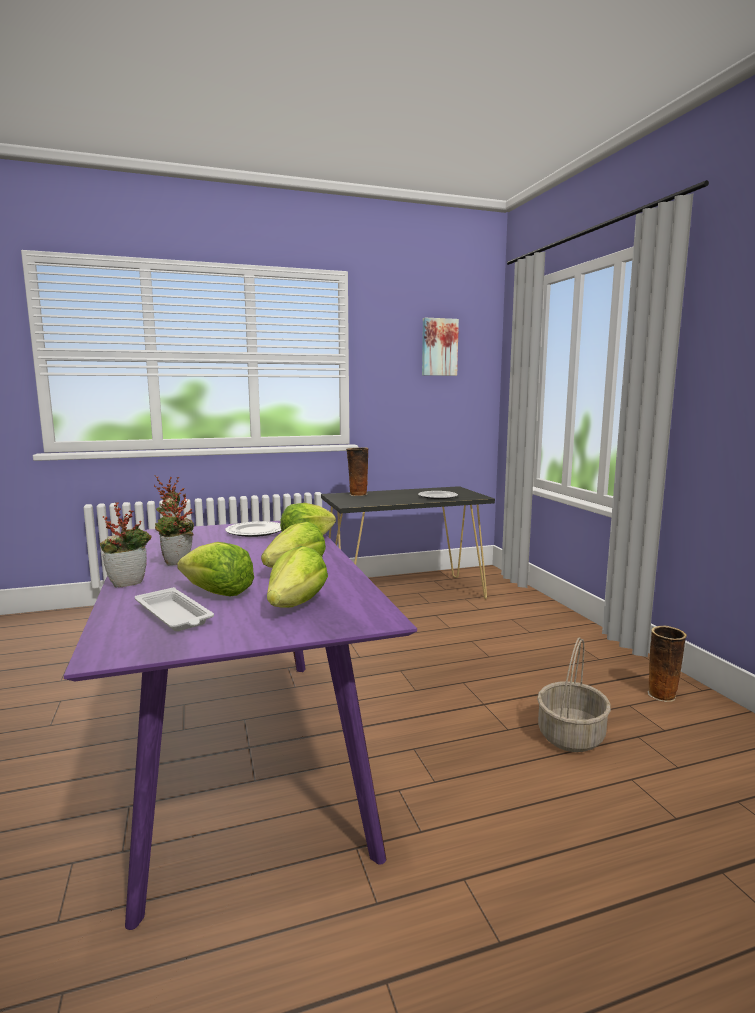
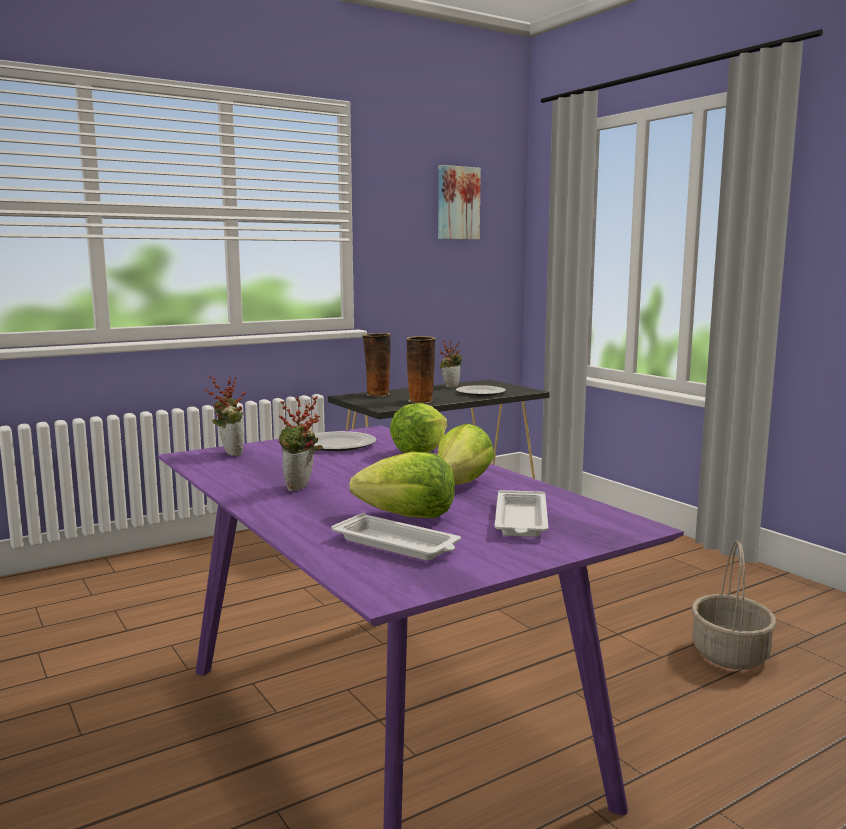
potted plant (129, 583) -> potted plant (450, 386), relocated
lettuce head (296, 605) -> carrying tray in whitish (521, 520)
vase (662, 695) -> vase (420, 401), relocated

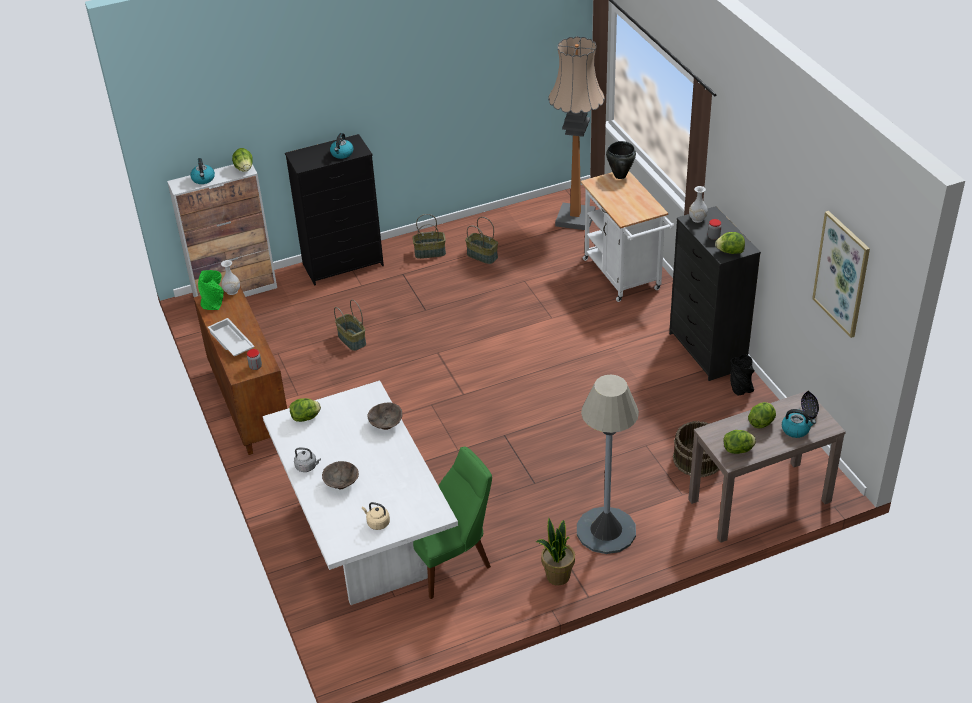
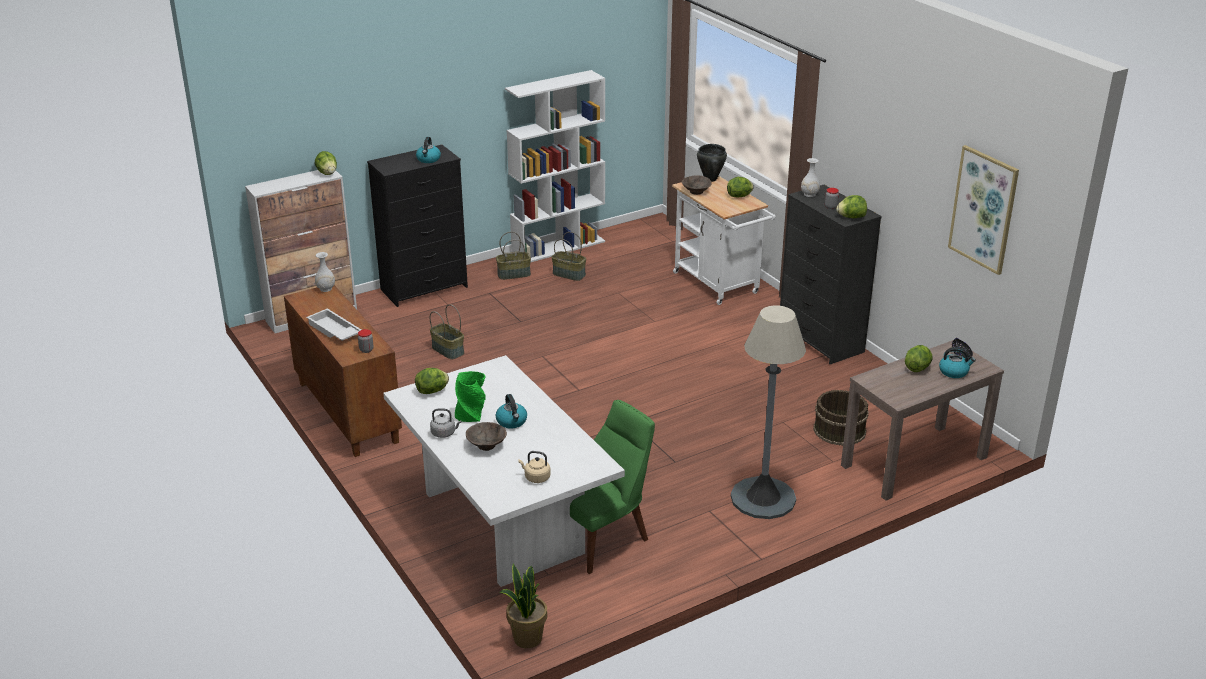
floor lamp (575, 218) -> none
kettle (203, 179) -> kettle (512, 421), relocated
vase in greenish (214, 304) -> vase in greenish (471, 415), relocated
vase in black-coloured (740, 388) -> none
deep dish in brownish (385, 424) -> deep dish in brownish (696, 191), relocated
lettuce head (738, 450) -> lettuce head (739, 196), relocated
potted plant (557, 576) -> potted plant (527, 638), relocated
none -> bookshelf in whitish (558, 247)

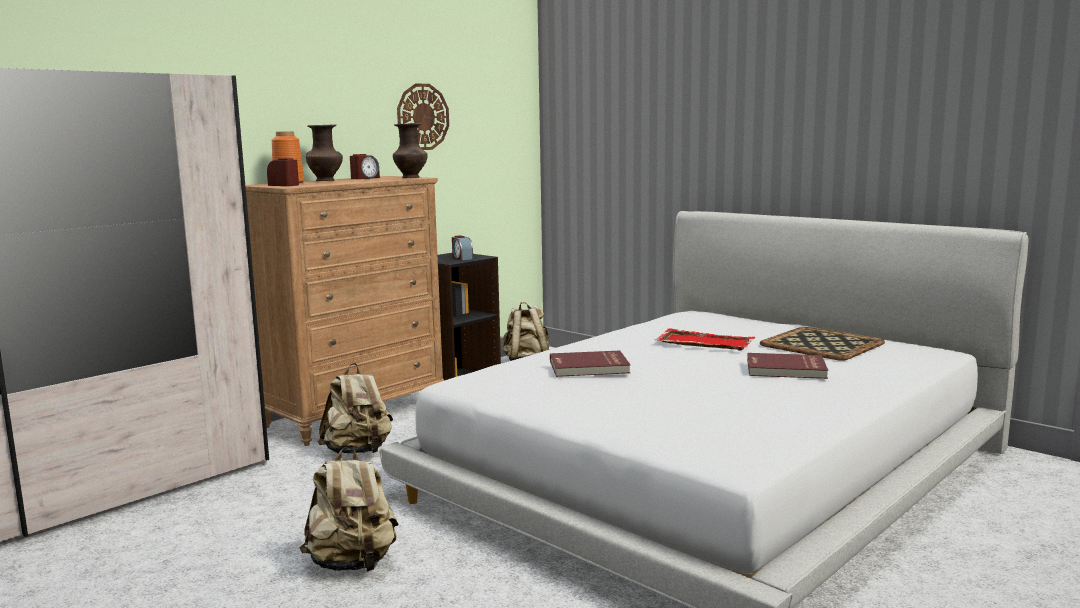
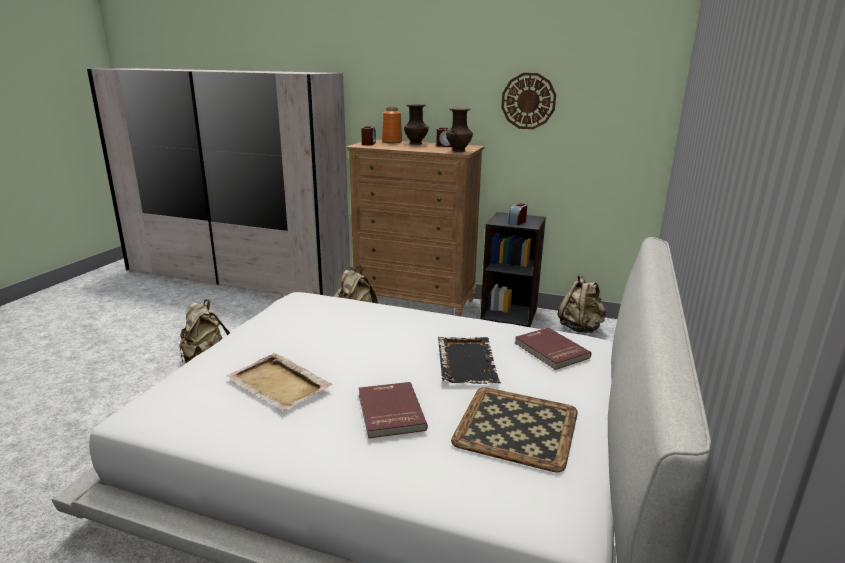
carrying tray in red-coloured (704, 342) -> carrying tray in black-coloured (466, 362)
volume in red-coloured (589, 367) -> volume in red-coloured (550, 350), relocated
none -> carrying tray in beige-coloured (279, 384)

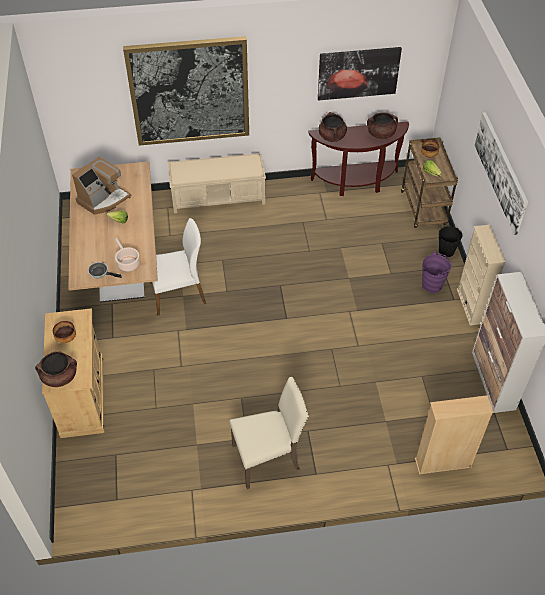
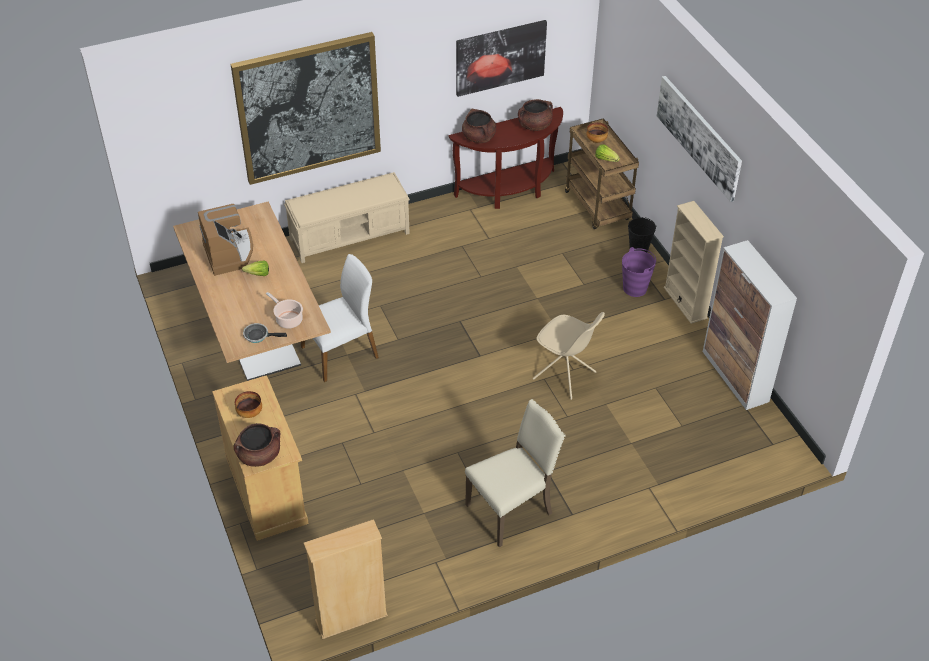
coffee machine (104, 199) -> coffee machine (229, 253), 45 degrees counterclockwise
bookshelf in beige-coloured (443, 463) -> bookshelf in beige-coloured (351, 618), relocated
none -> upright chair in beige-coloured (565, 376)

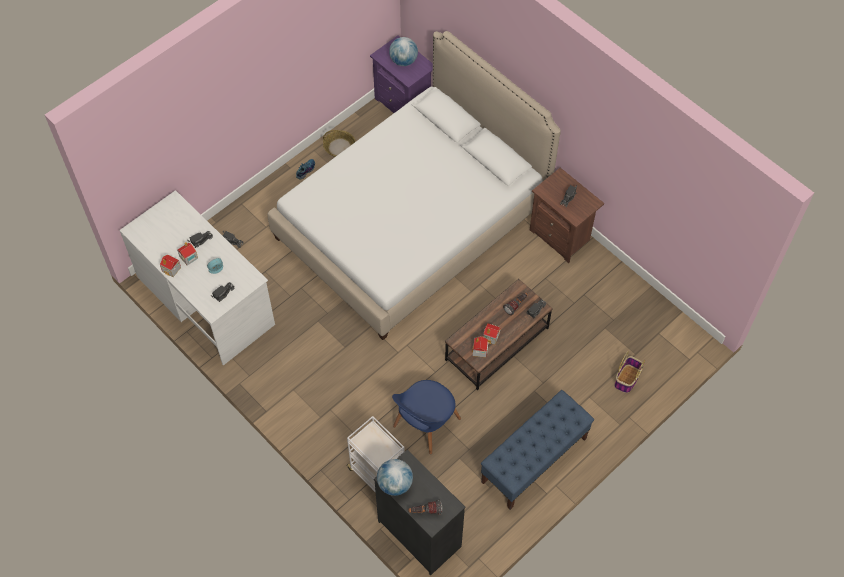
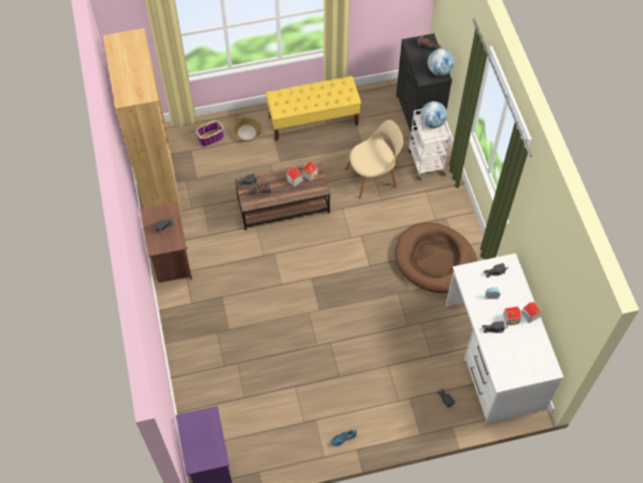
sleeping bed (411, 221) -> none
globe (403, 61) -> globe (432, 123), relocated
storage basket (339, 147) -> storage basket (247, 132), relocated
upright chair in bluish (425, 425) -> upright chair in beige-coloured (373, 177)
indoor bench in bluish (534, 460) -> indoor bench in yellow-coloured (313, 120)
none -> bookshelf in brownish (158, 180)
none -> pet bed in brownish (435, 260)

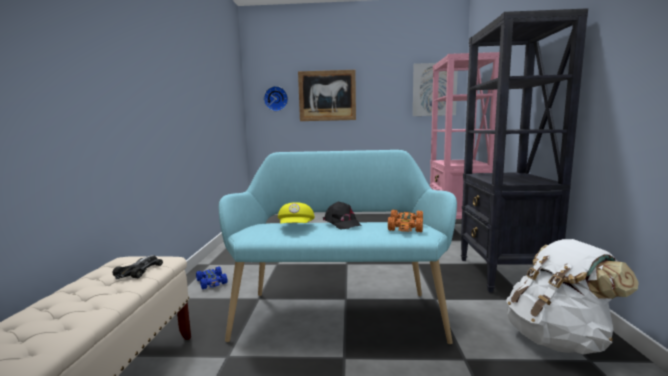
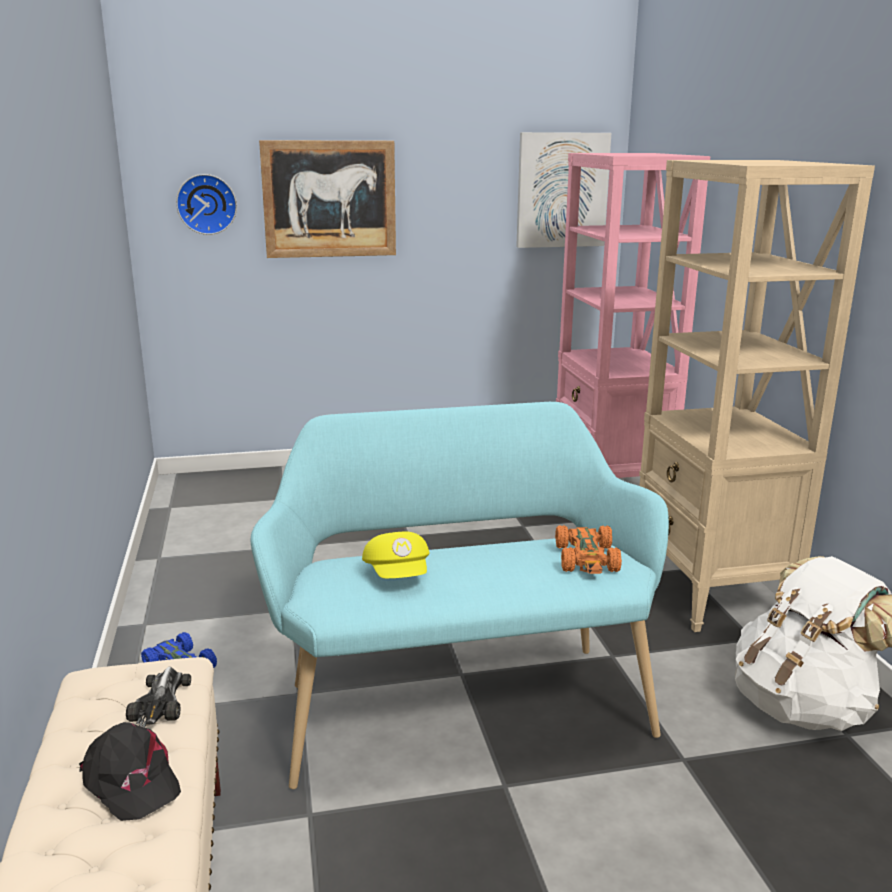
bookshelf in black-coloured (504, 274) -> bookshelf in beige-coloured (711, 592)
peaked cap in black-coloured (342, 223) -> peaked cap in black-coloured (130, 781), relocated

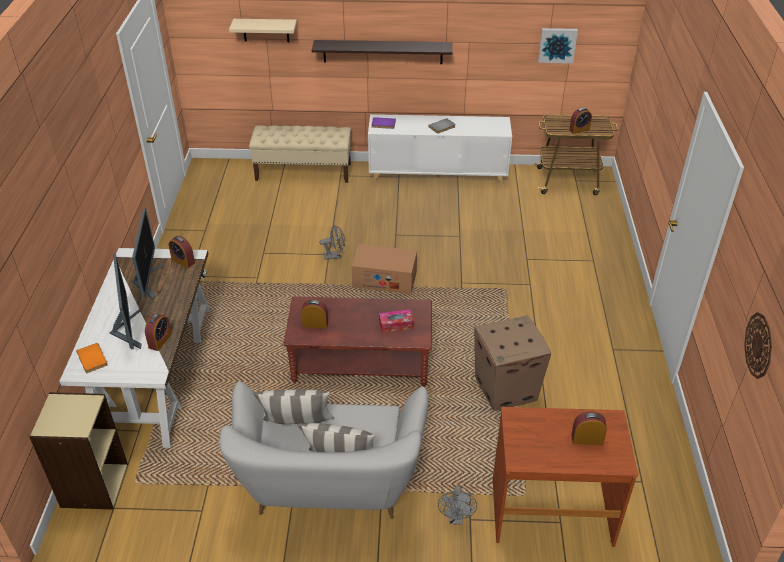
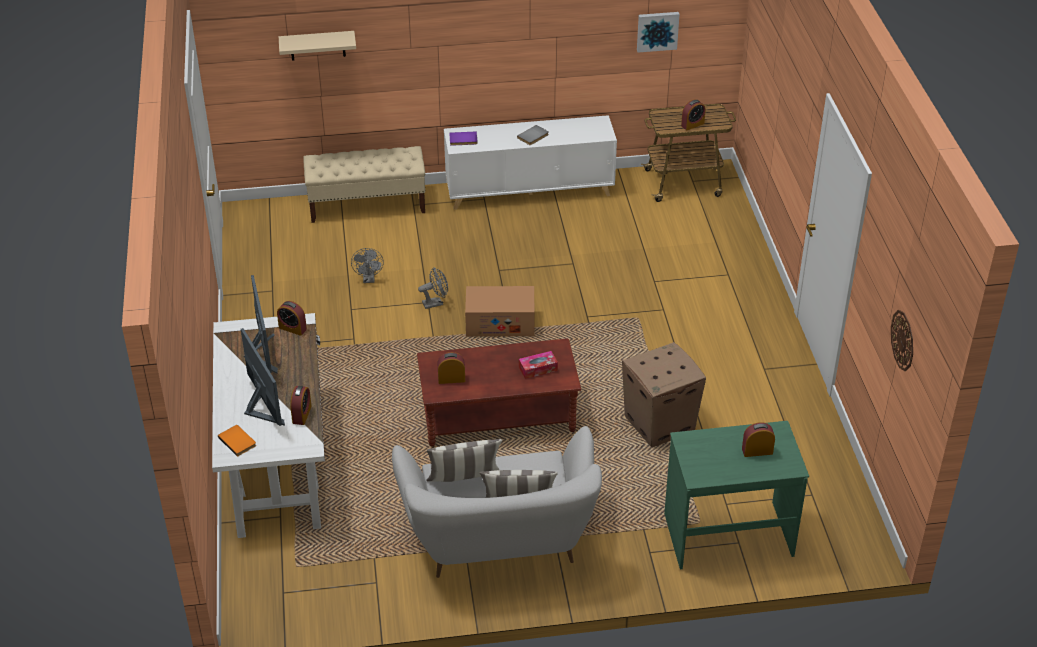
bracket shelf (382, 52) -> none
bookshelf in beige-coloured (93, 485) -> none
desk in brownish (551, 511) -> desk in greenish (728, 533)
electric fan in gray (456, 518) -> electric fan in gray (369, 279), relocated

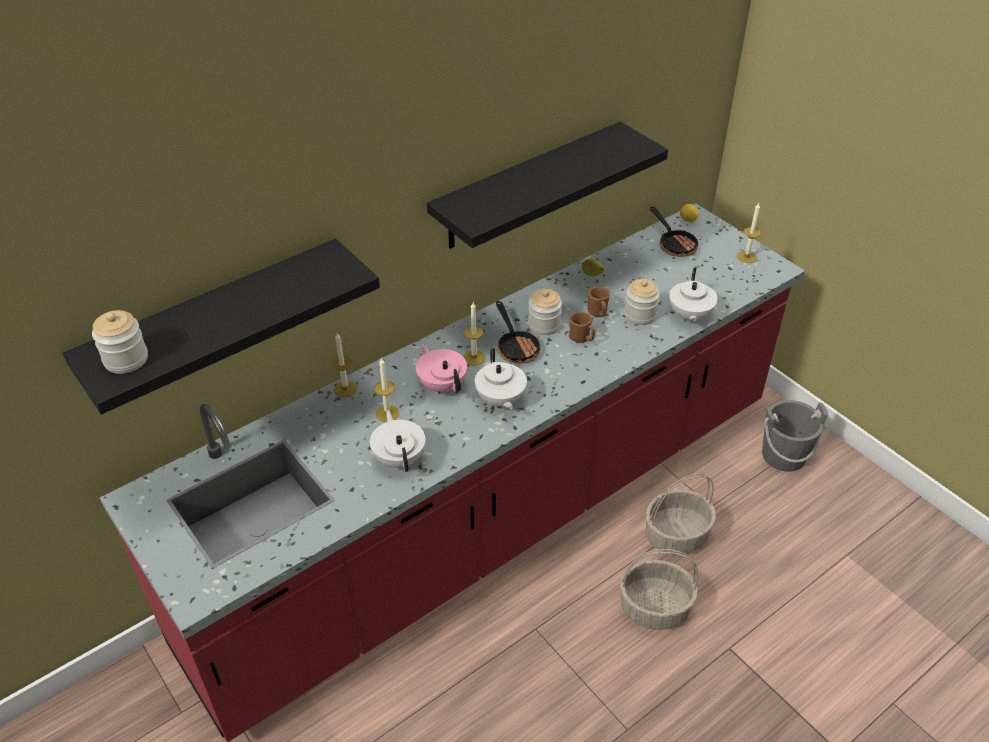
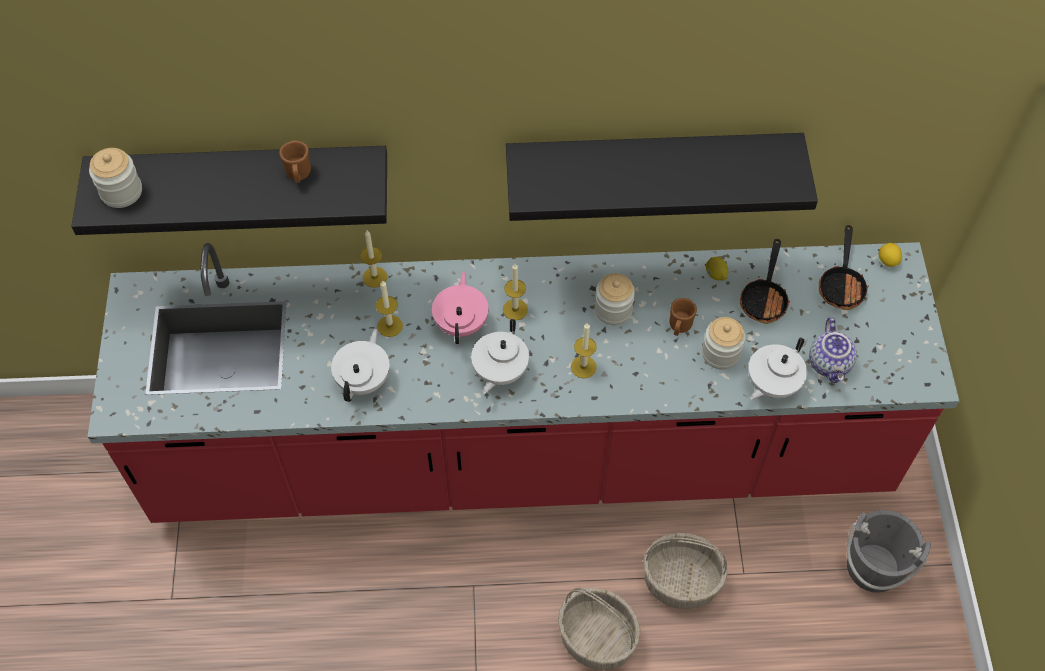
candle (746, 257) -> candle (583, 367), relocated
frying pan (516, 347) -> frying pan (764, 298), relocated
tea mug in brownish (581, 339) -> tea mug in brownish (298, 175), relocated
none -> tea pot (830, 364)

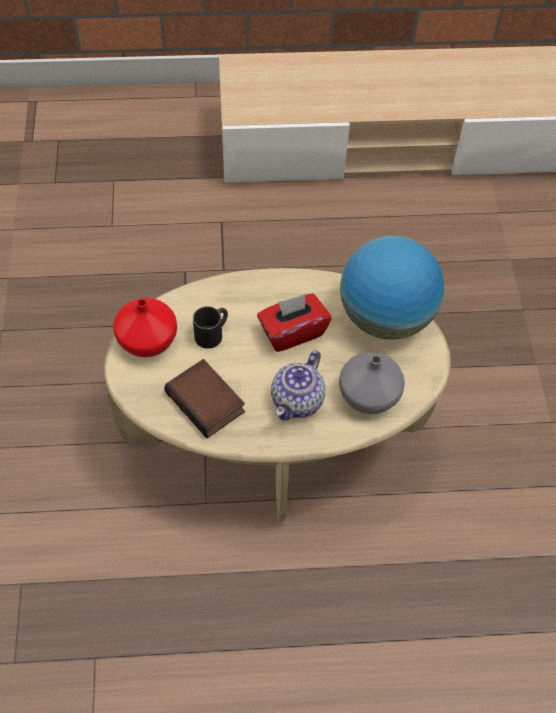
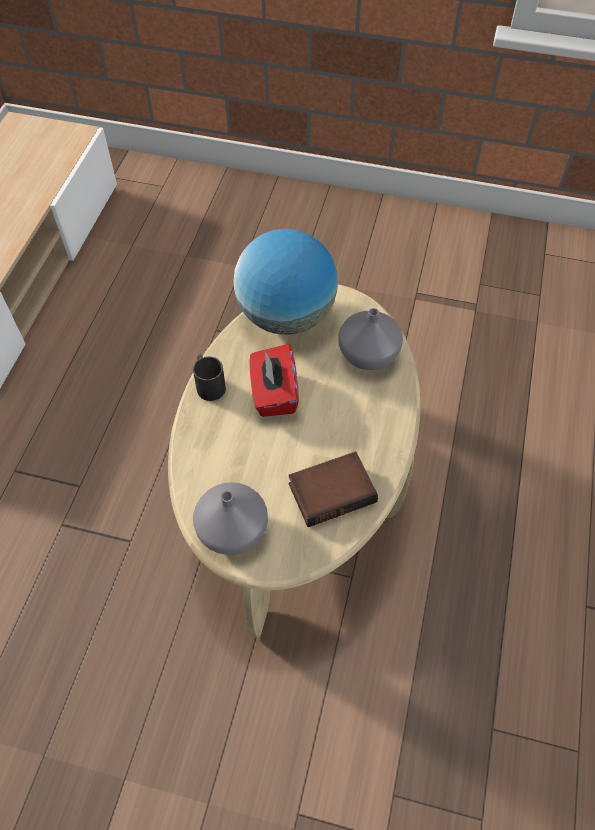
vase in red-coloured (149, 341) -> vase in gray (233, 529)
tea mug in black-coloured (212, 333) -> tea mug in black-coloured (208, 384), relocated
tea pot (298, 400) -> none

